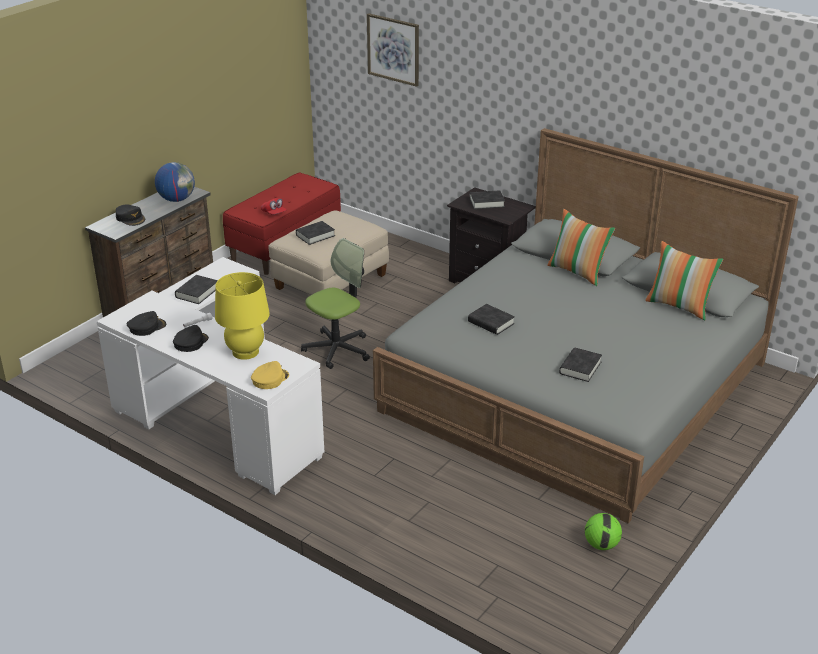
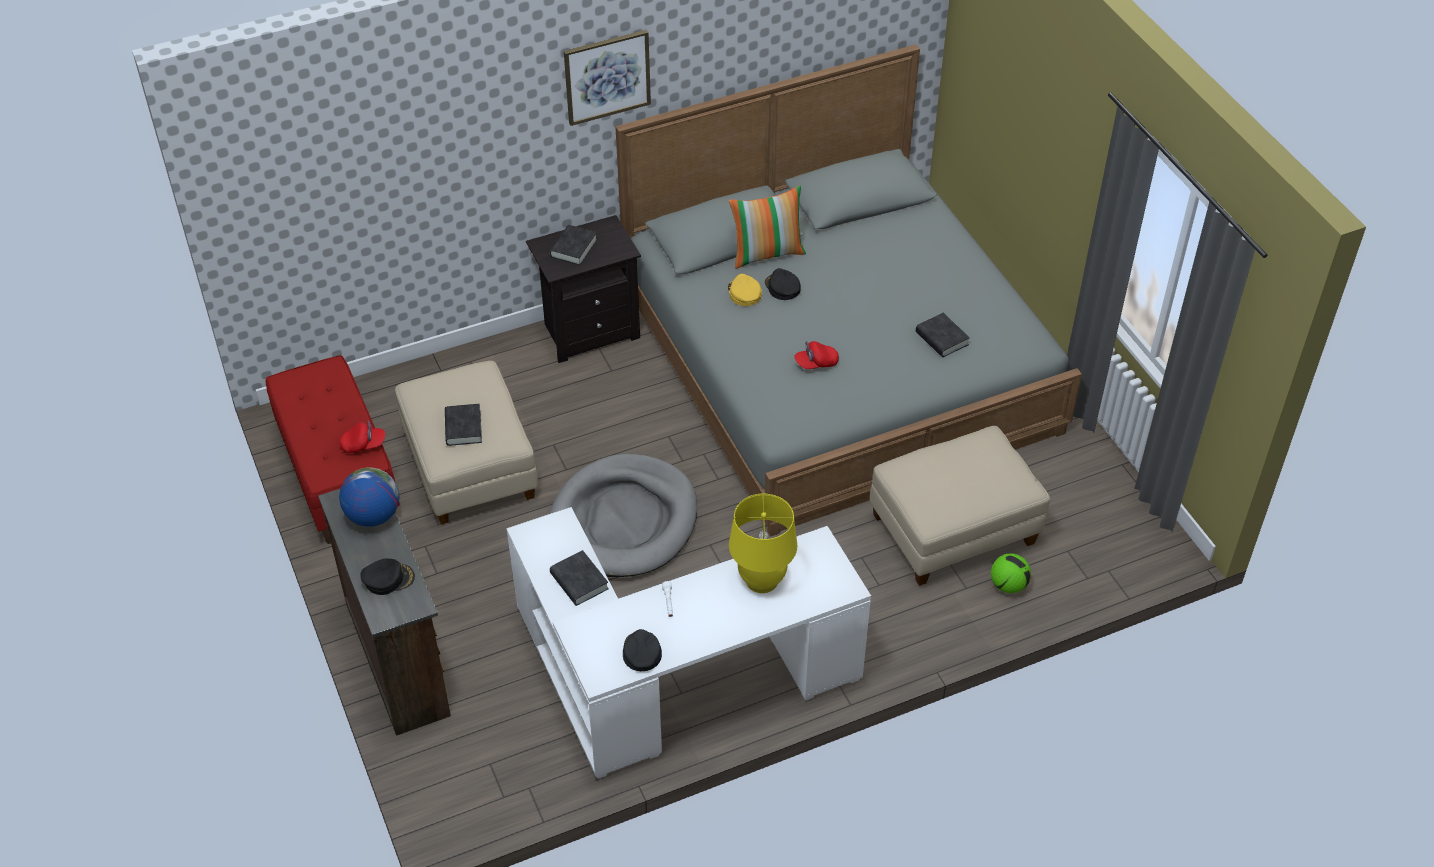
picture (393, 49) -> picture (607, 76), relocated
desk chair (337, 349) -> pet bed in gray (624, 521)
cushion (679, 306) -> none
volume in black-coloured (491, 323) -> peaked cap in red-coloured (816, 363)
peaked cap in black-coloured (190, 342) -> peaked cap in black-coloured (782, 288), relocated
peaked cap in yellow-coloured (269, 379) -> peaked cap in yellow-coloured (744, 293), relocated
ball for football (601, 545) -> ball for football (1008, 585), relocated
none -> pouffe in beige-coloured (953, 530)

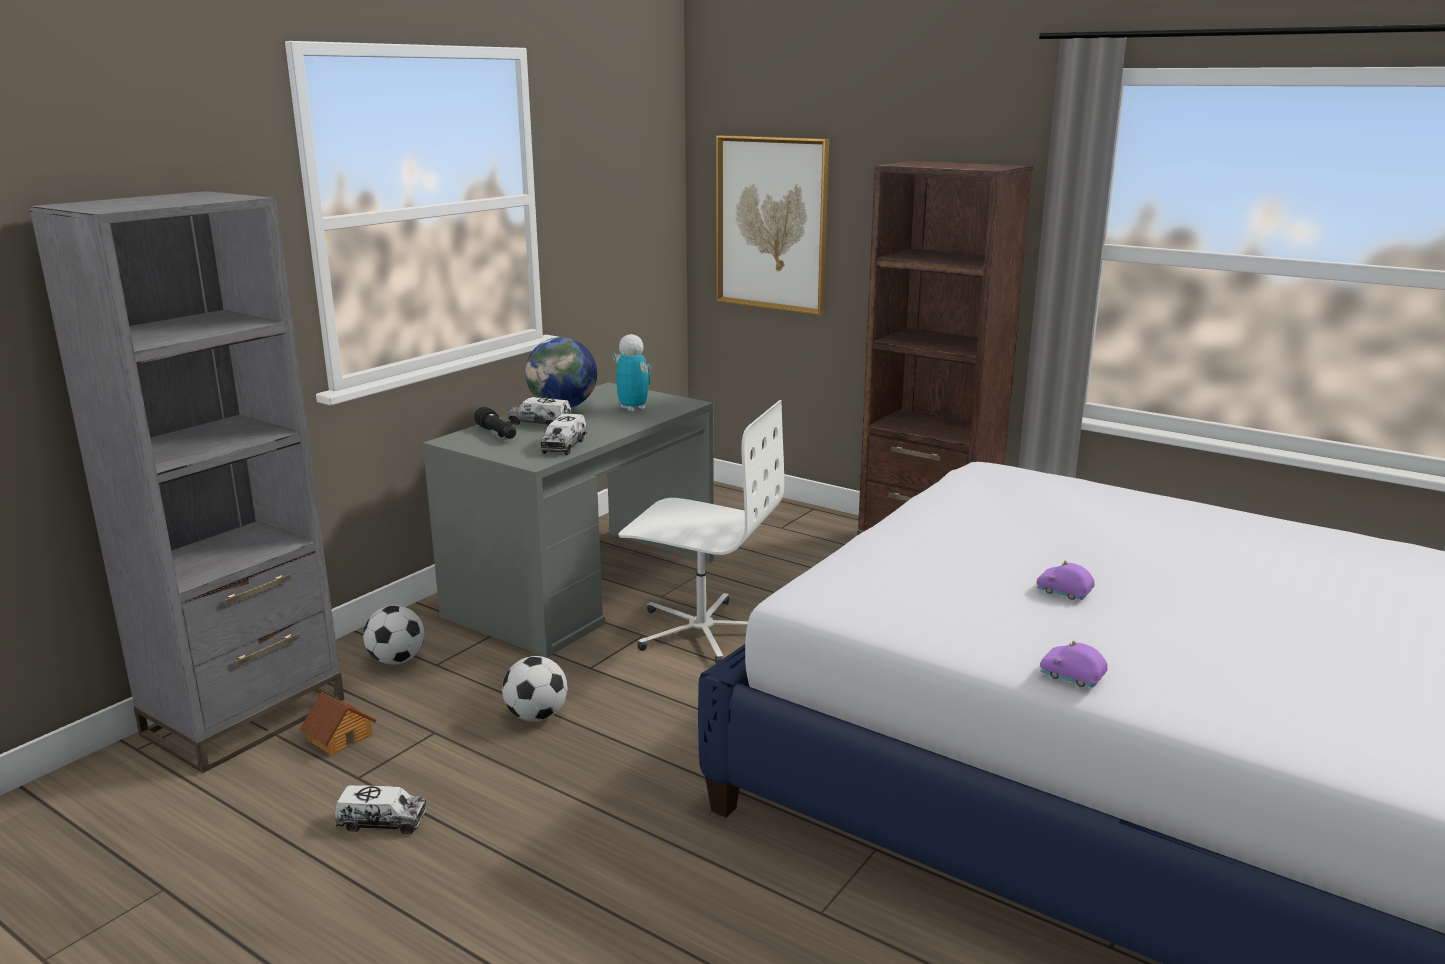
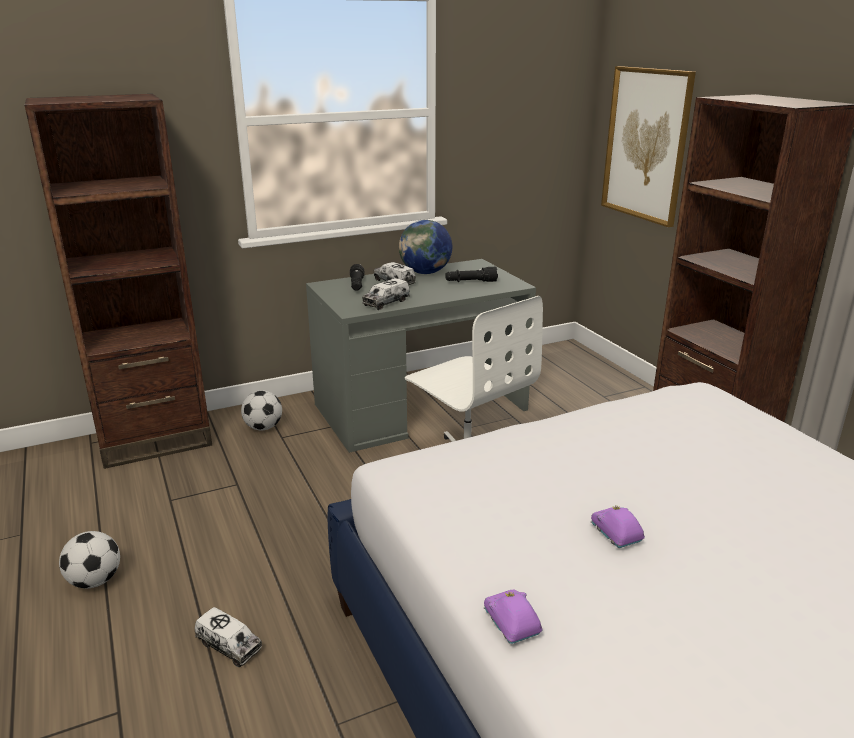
bookshelf in gray (245, 717) -> bookshelf in brownish (155, 440)
toy robot (633, 408) -> flashlight in black-coloured (471, 282)
ball for football (536, 716) -> ball for football (95, 581), relocated
miniature house (339, 737) -> none
toy truck (382, 822) -> toy truck (229, 646), relocated

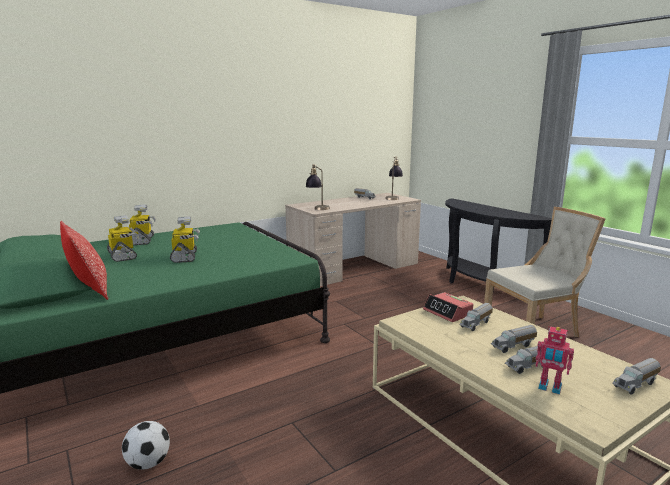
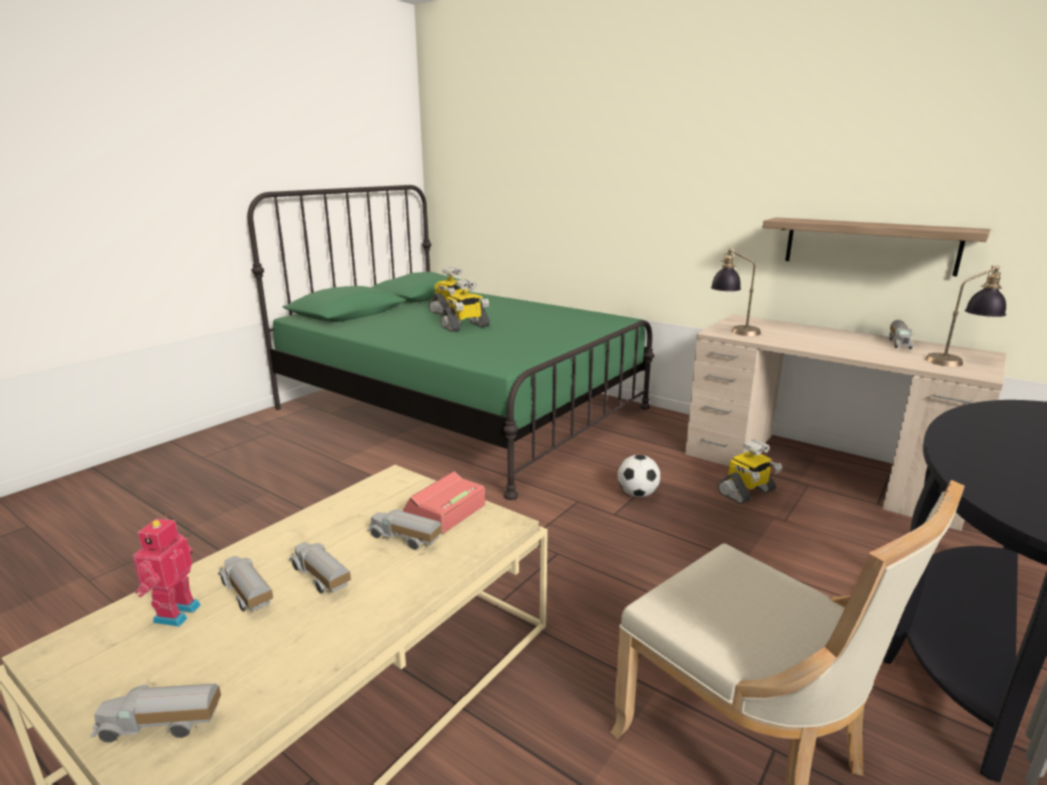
toy robot (142, 240) -> toy robot (746, 492), relocated
cushion (89, 290) -> none
toy truck (636, 385) -> toy truck (161, 727), 45 degrees counterclockwise
ball for football (148, 463) -> ball for football (637, 494), relocated
none -> bracket shelf (869, 245)

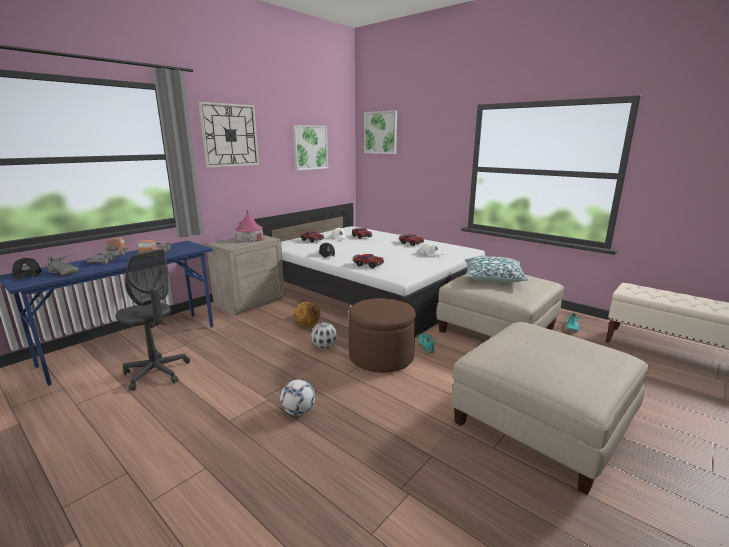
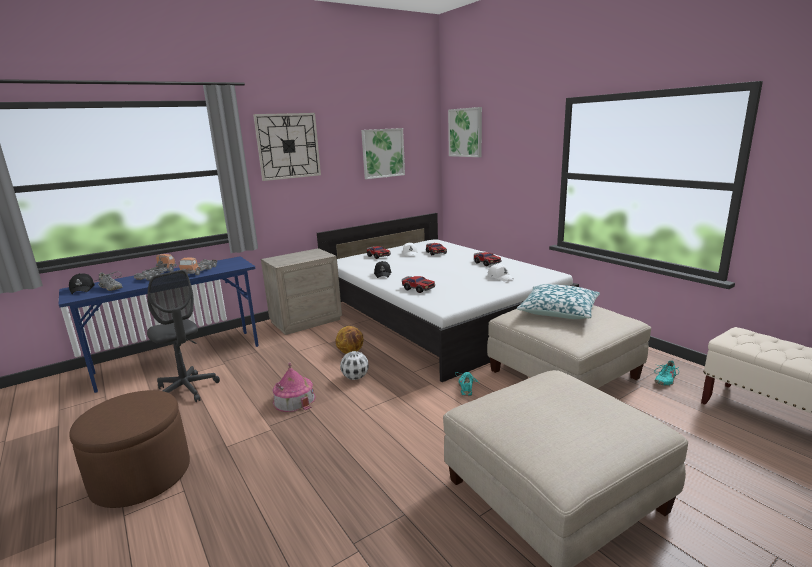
miniature house (249, 238) -> miniature house (294, 400), relocated
pouffe in brownish (381, 357) -> pouffe in brownish (141, 476), relocated
ball for football (298, 411) -> none

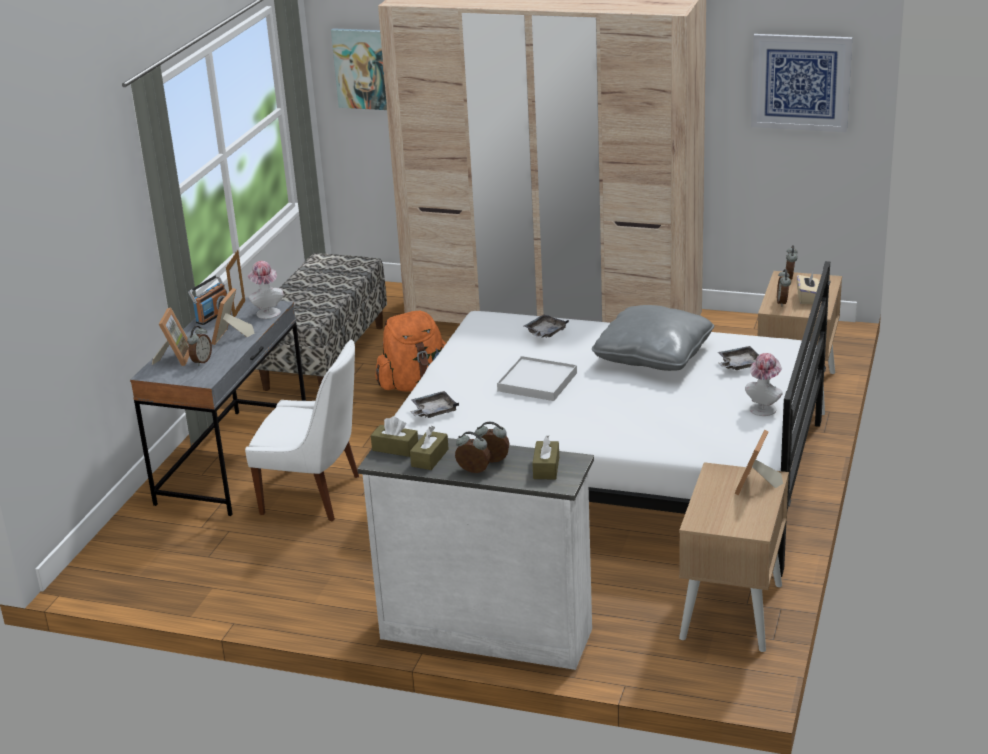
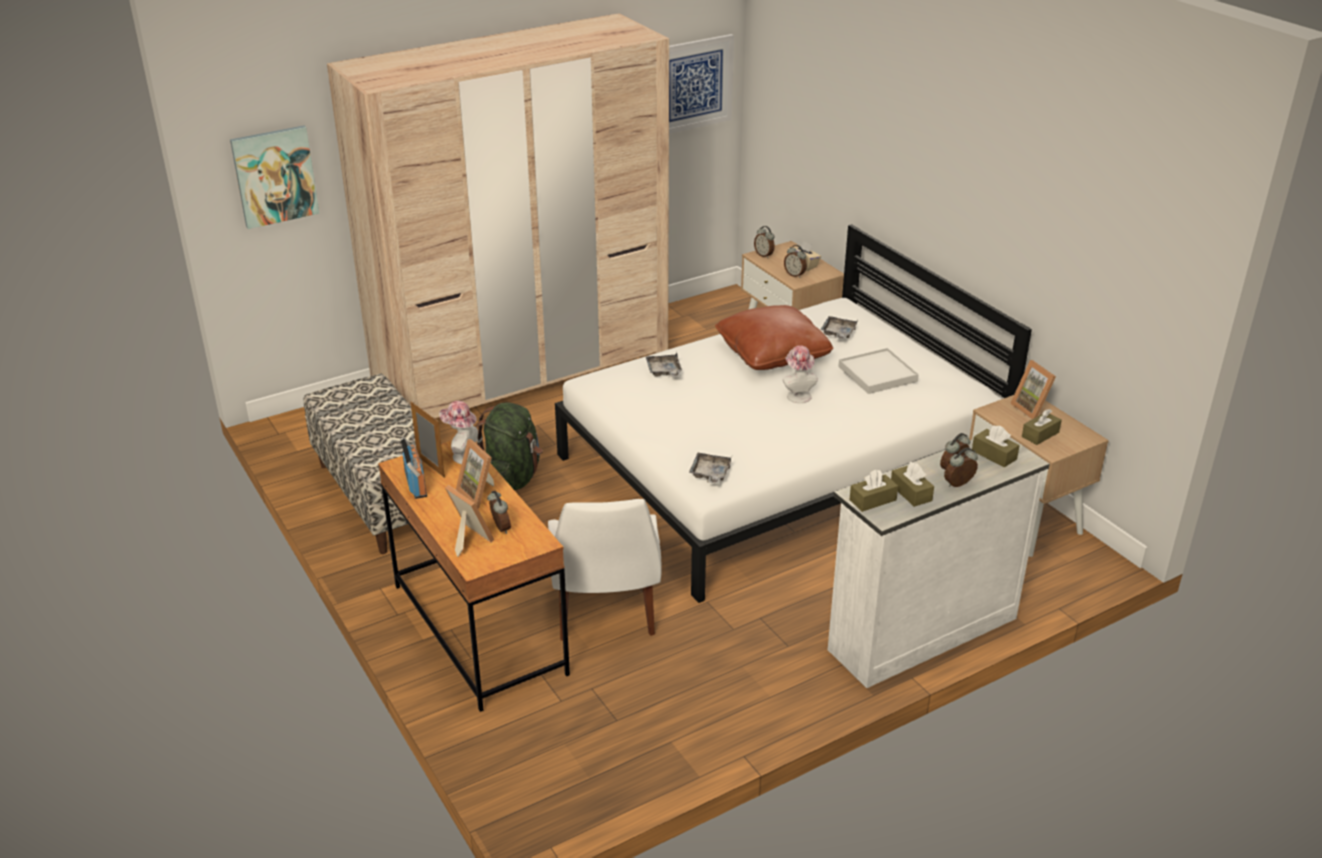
desk in gray (234, 461) -> desk in brownish (479, 629)
cushion in gray (653, 356) -> cushion in brownish (772, 353)
knapsack in orangey (415, 384) -> knapsack in greenish (511, 479)
upright chair in whitish (315, 495) -> upright chair in whitish (605, 614), 120 degrees clockwise
clothing hat (764, 407) -> clothing hat (797, 395), relocated
carrying tray in whitish (537, 382) -> carrying tray in whitish (877, 374), relocated
none -> tissue holder in brownish (1040, 434)

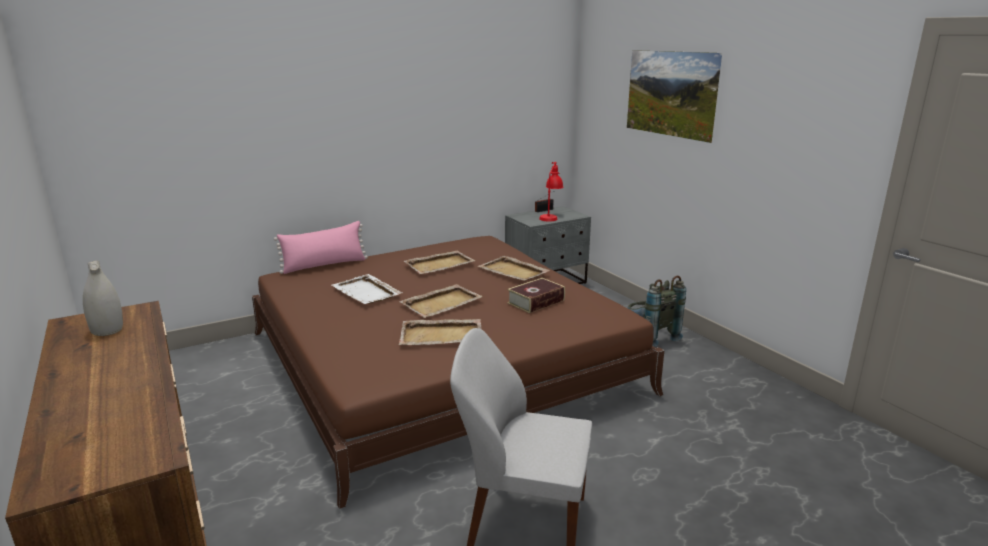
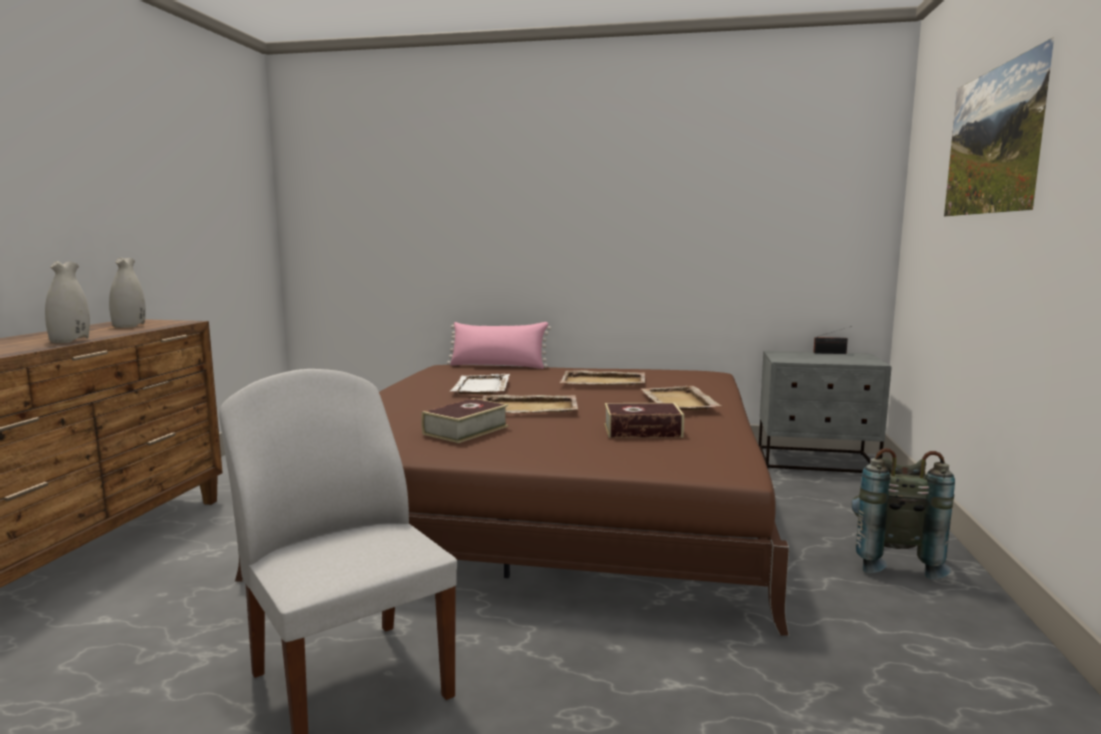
table lamp in red-coloured (550, 216) -> none
carrying tray in beige-coloured (442, 335) -> volume (466, 430)
none -> vase in whitish (70, 340)

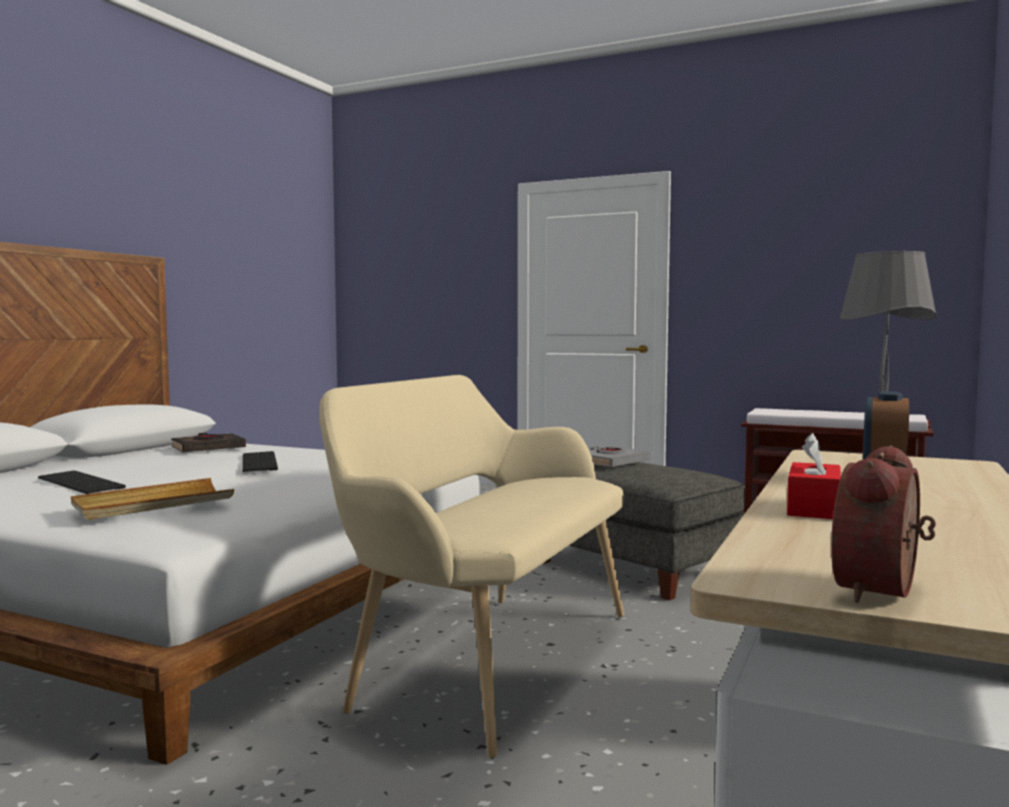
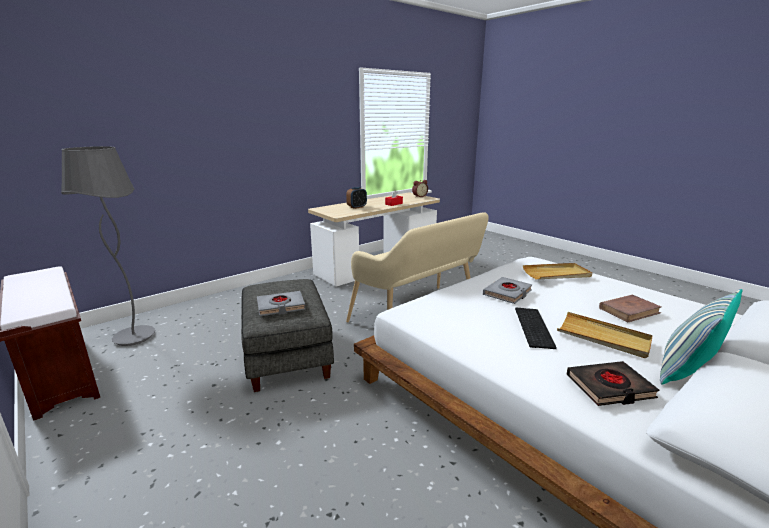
PC keyboard (83, 482) -> volume in brownish (629, 311)
none -> volume in gray (507, 293)
none -> cushion (686, 372)
none -> carrying tray in beige-coloured (603, 337)

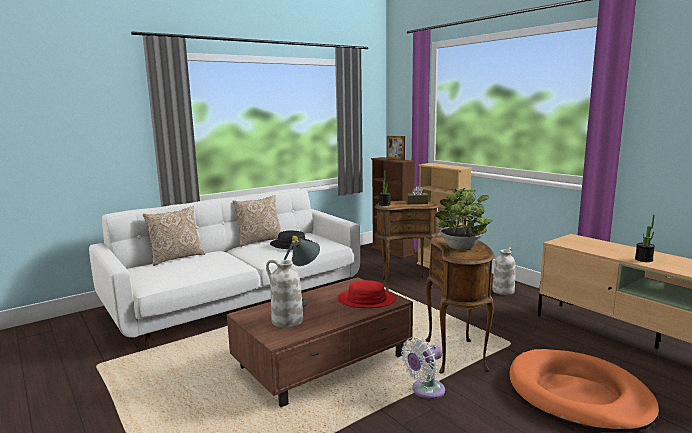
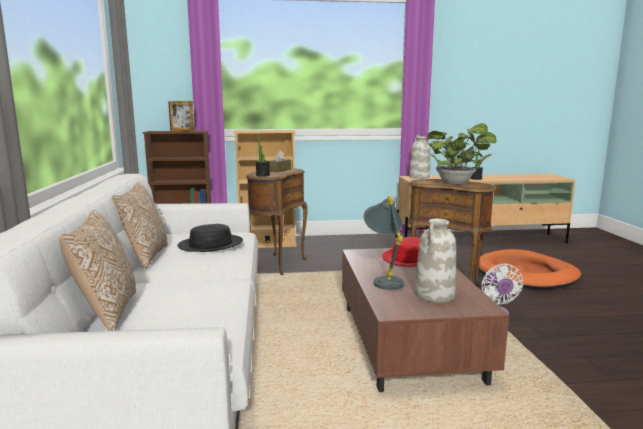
vase in whitish (503, 290) -> vase in whitish (419, 177), relocated

